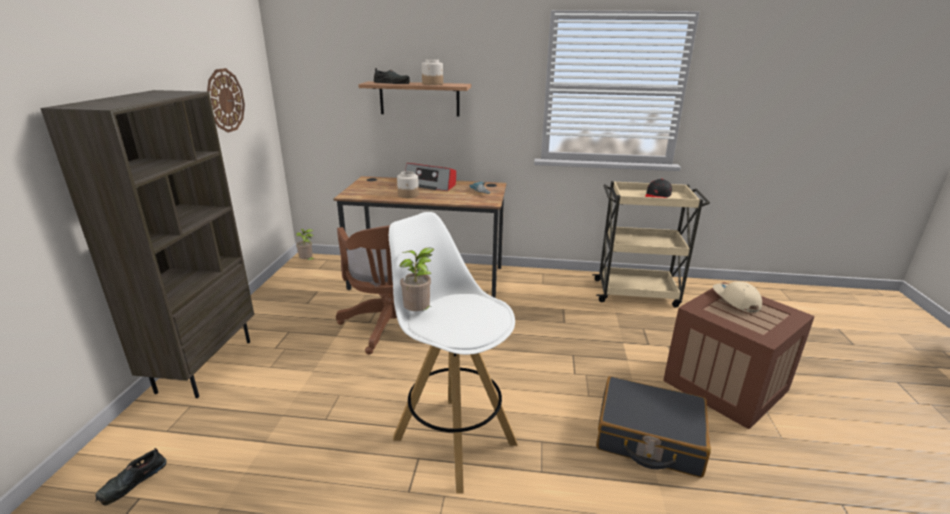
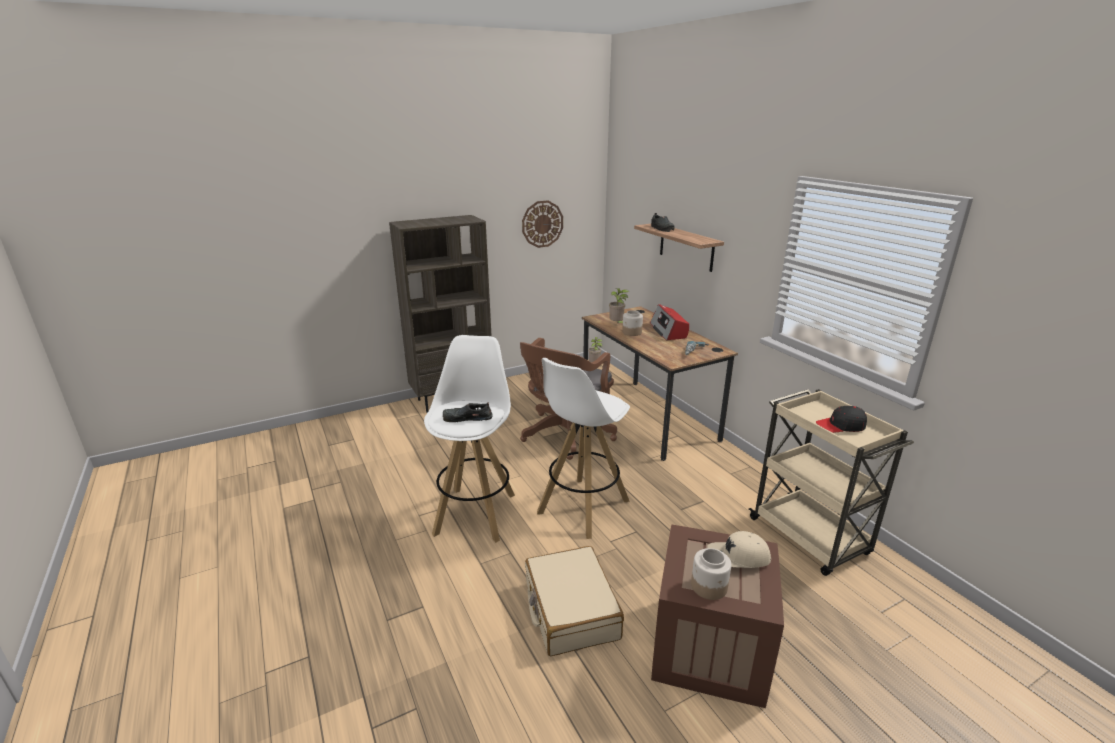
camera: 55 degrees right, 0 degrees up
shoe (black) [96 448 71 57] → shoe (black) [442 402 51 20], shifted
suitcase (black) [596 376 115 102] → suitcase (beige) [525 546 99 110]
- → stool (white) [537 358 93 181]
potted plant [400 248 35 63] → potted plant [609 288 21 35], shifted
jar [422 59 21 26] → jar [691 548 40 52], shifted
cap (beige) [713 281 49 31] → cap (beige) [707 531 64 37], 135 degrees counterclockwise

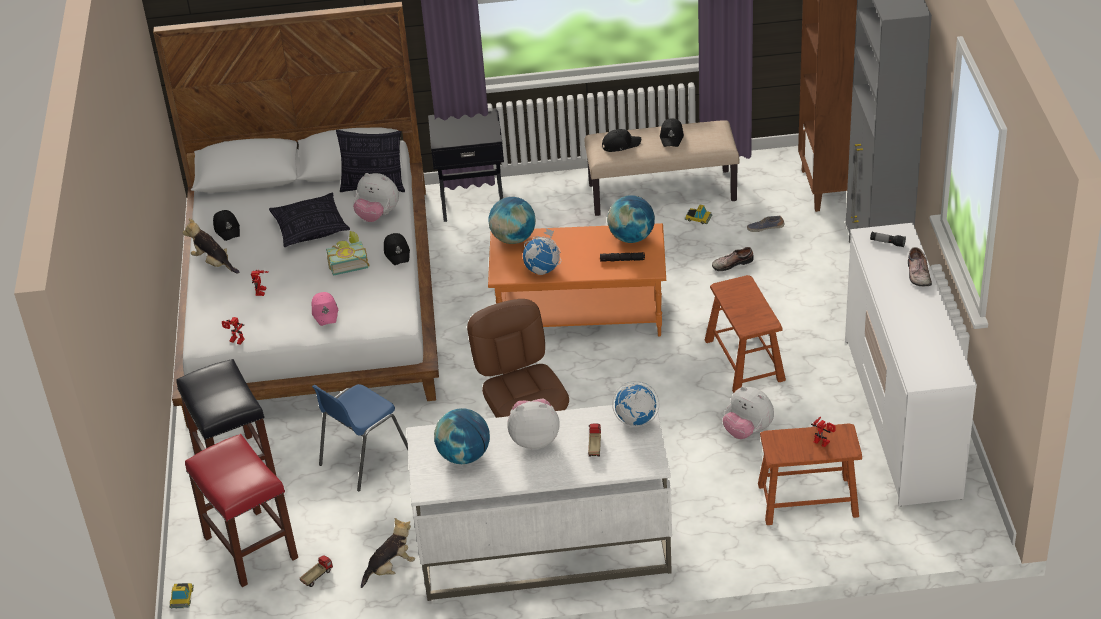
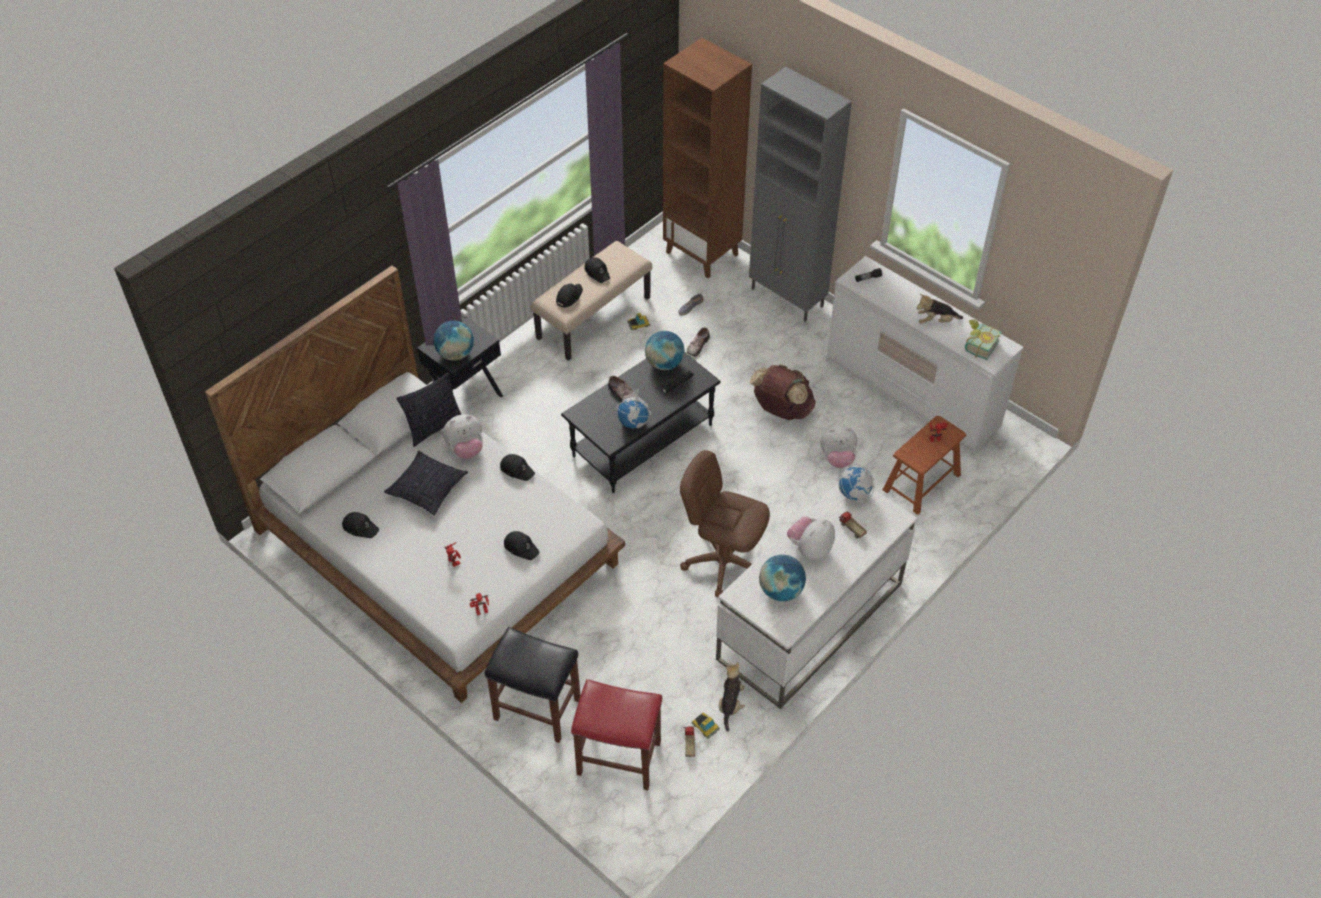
camera: 45 degrees left, 10 degrees up
globe [488 197 48 47] → globe [433 321 41 40], shifted
cap (pink) [312 292 26 34] → cap (black) [504 531 36 29]
coffee table (orange) [488 223 178 114] → coffee table (black) [561 352 160 141]
shoe [908 247 24 39] → shoe [608 376 32 25], shifted
toy car [169 583 25 25] → toy car [691 712 29 27], shifted
stool (brown) [705 275 81 118] → backpack (brown) [750 365 66 55]
plush toy [183 218 56 56] → plush toy [917 294 46 30], shifted
book [326 231 44 45] → book [965 319 37 41], shifted
chair (blue) [312 384 96 107] → -

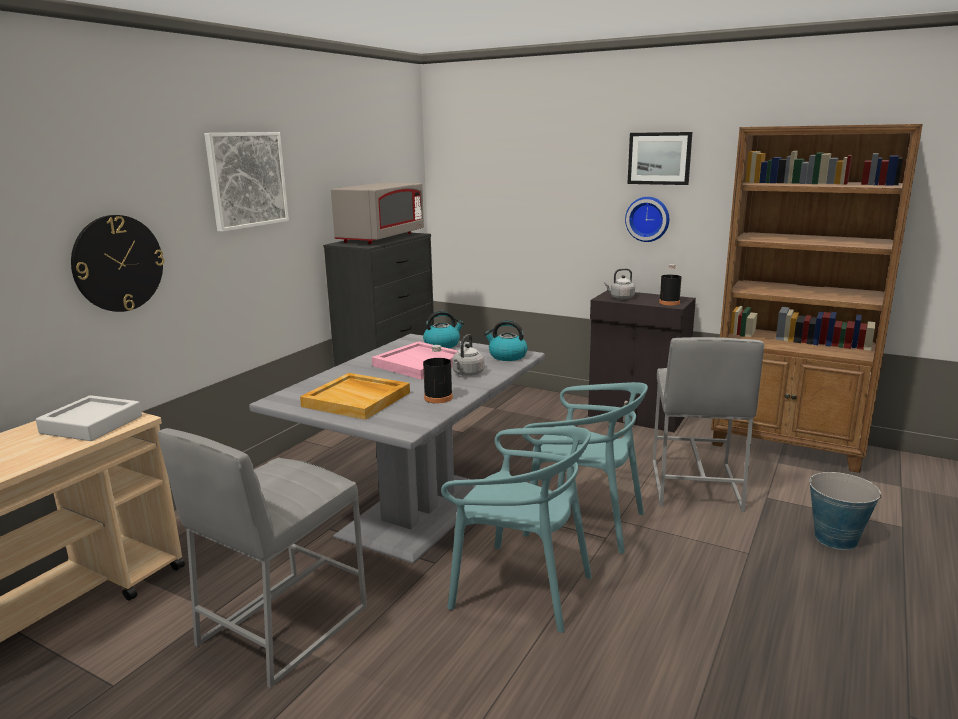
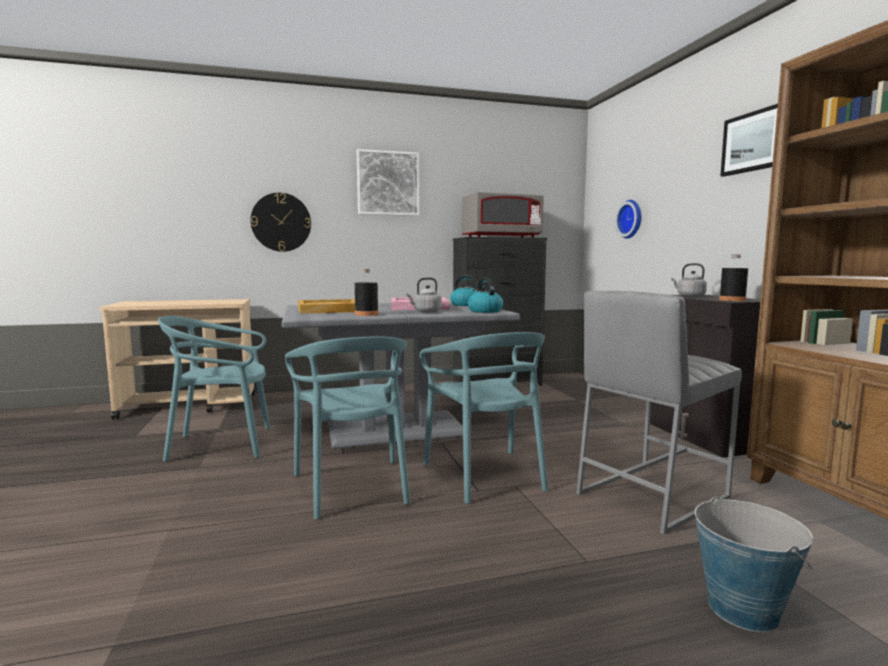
camera: 45 degrees right, 10 degrees down
stool (grey) [158 428 209 260] → chair (turquoise) [158 316 113 146]
wall clock [625 197 44 45] → wall clock [615 200 27 39], shifted
tray (grey) [36 395 106 46] → -

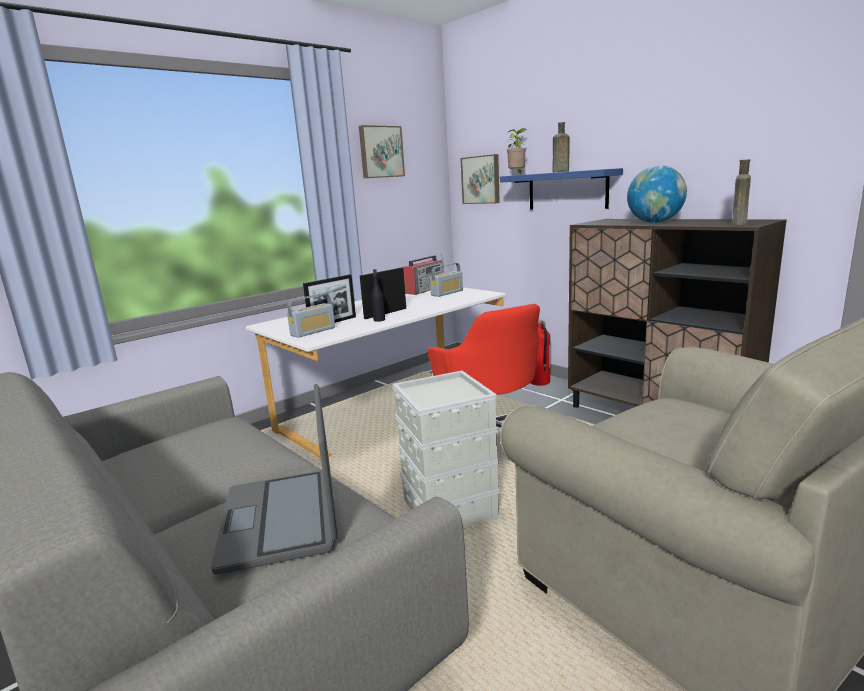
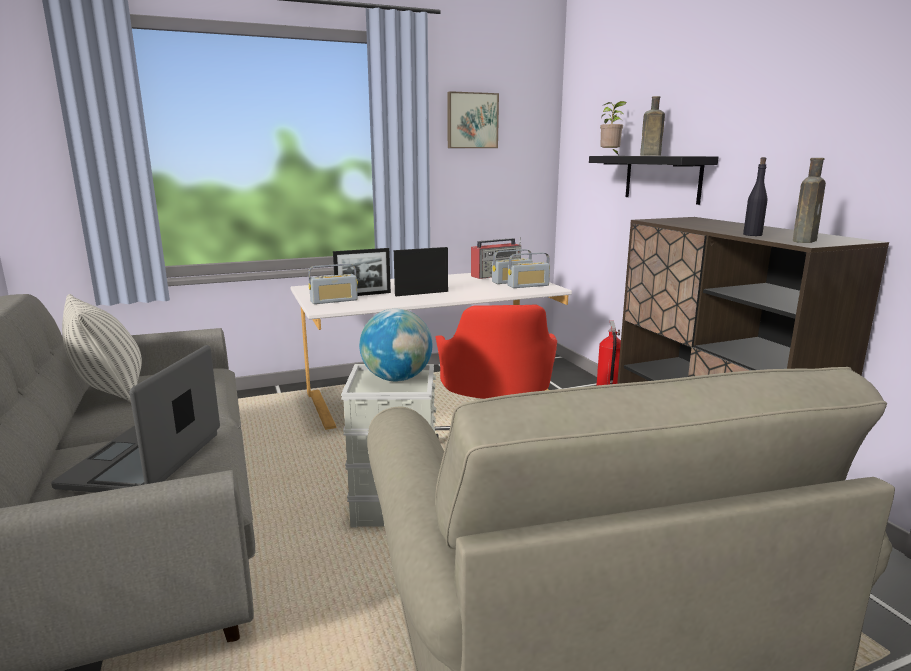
camera: 20 degrees right, 0 degrees up
- → pillow [62 294 80 109]
globe [627 165 60 58] → globe [359 309 73 72], shifted
- → radio [508 252 42 36]
shelf (blue) [500 168 123 42] → shelf (black) [589 156 130 49]
bottle (black) [371 269 14 53] → bottle (black) [743 157 24 79], shifted
picture [460 154 40 50] → -

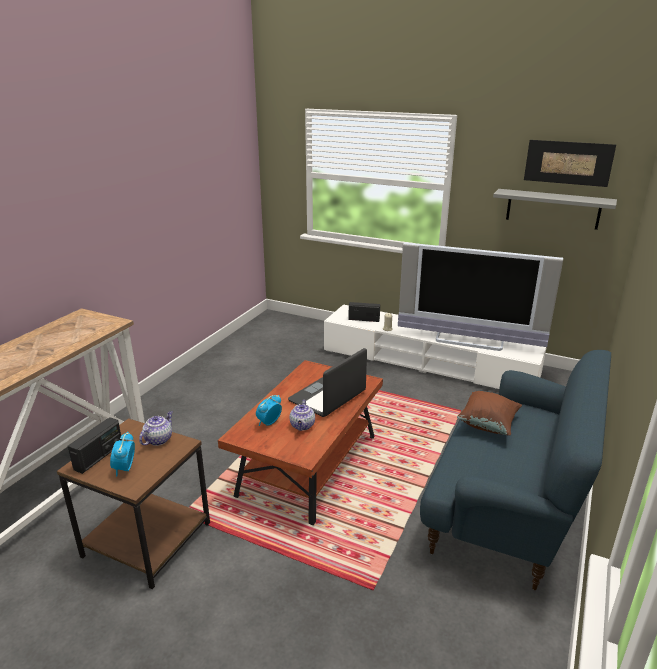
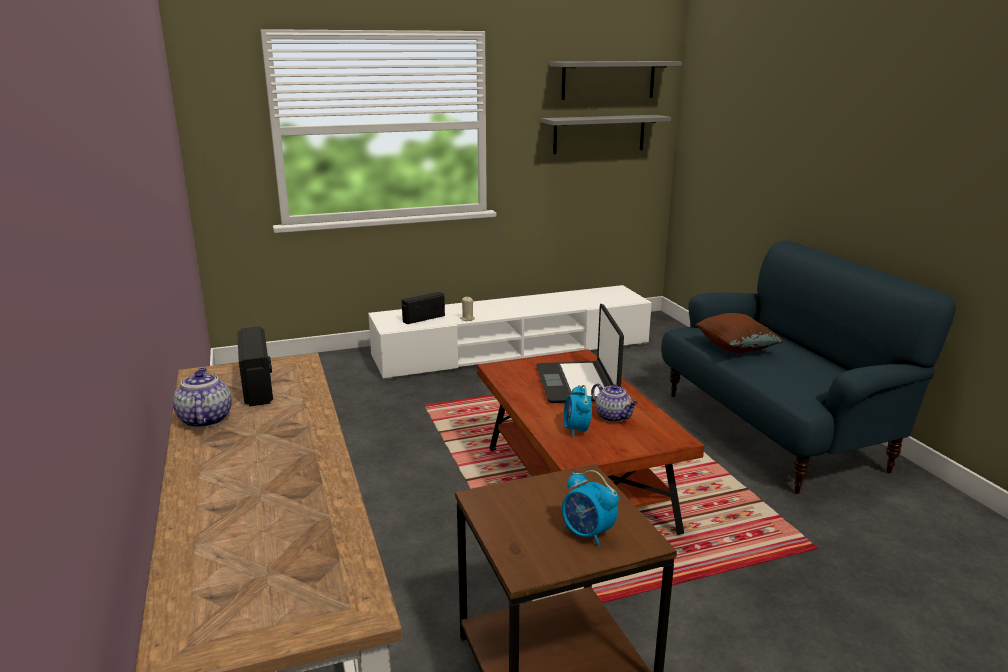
camera: 45 degrees left, 5 degrees down
teapot [139 411 34 35] → teapot [173 368 59 60], shifted
radio [68 417 54 57] → radio [237 326 36 80], shifted
picture [524 140 92 47] → shelf (grey) [550 61 132 39]
television [398 242 165 109] → -

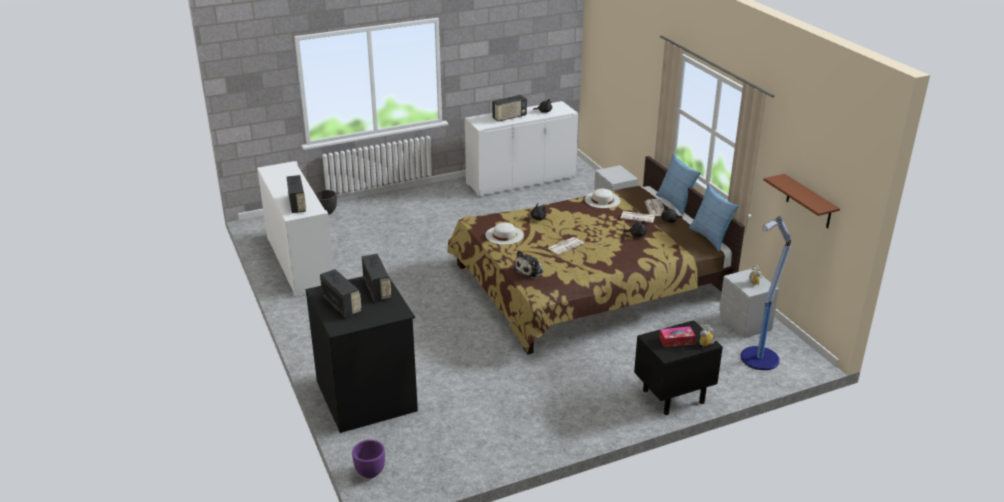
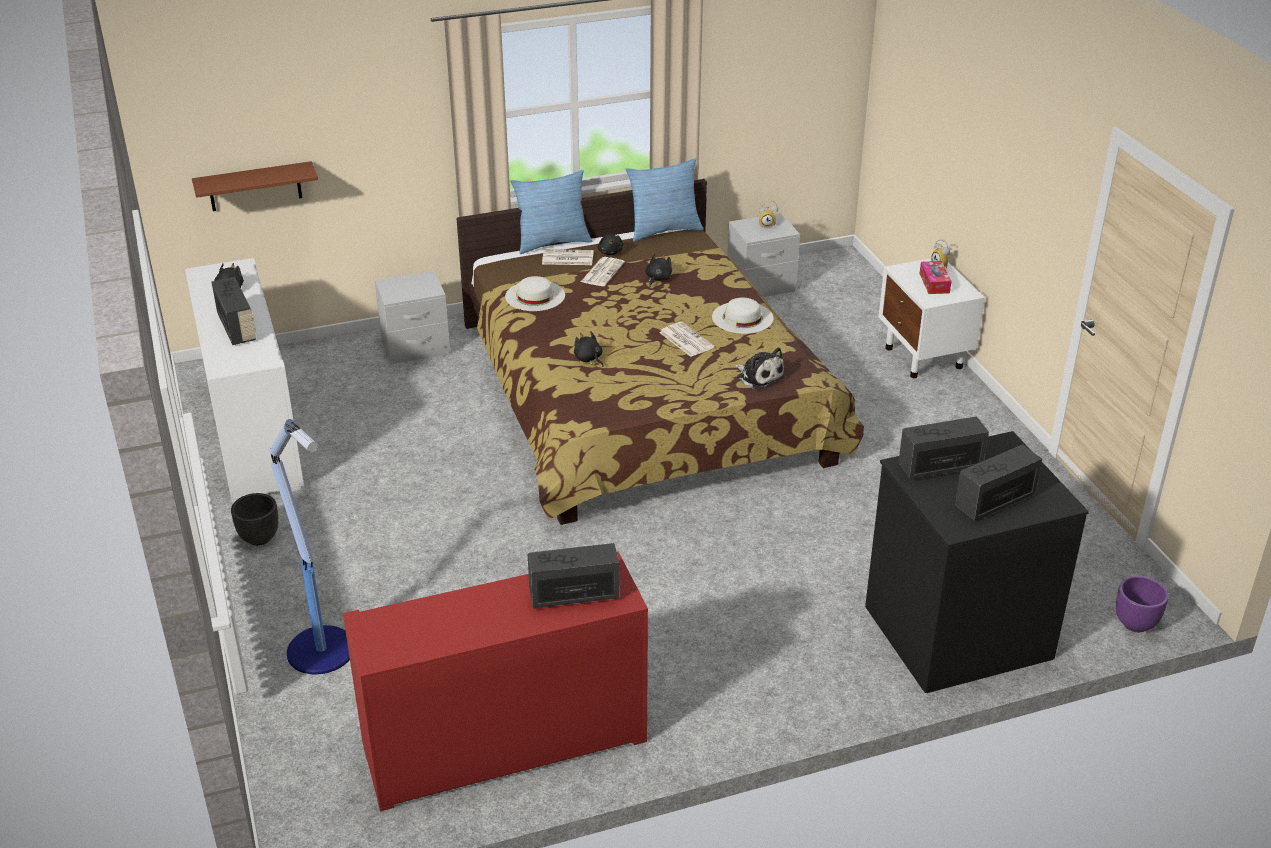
camera: 85 degrees left, 5 degrees up
shelf (brown) [764 174 76 54] → shelf (brown) [192 161 126 50], shifted
planter (black) [315 190 22 25] → planter (black) [231 493 47 53], shifted
floor lamp [740 216 51 154] → floor lamp [270 419 80 255], shifted
cabinet (white) [257 161 77 136] → cabinet (red) [343 552 305 259]
hat (white) [485 223 39 22] → hat (white) [712 298 62 36], shifted
nightstand (black) [634 320 89 95] → nightstand (white) [879 258 106 120]

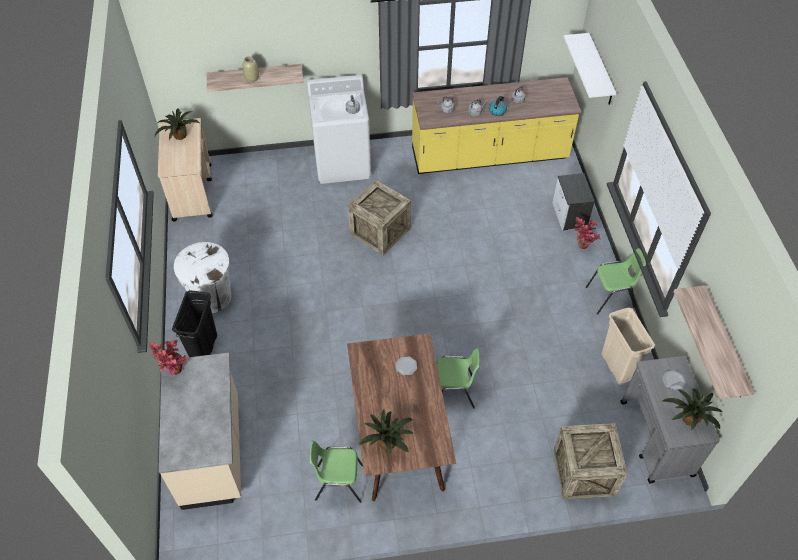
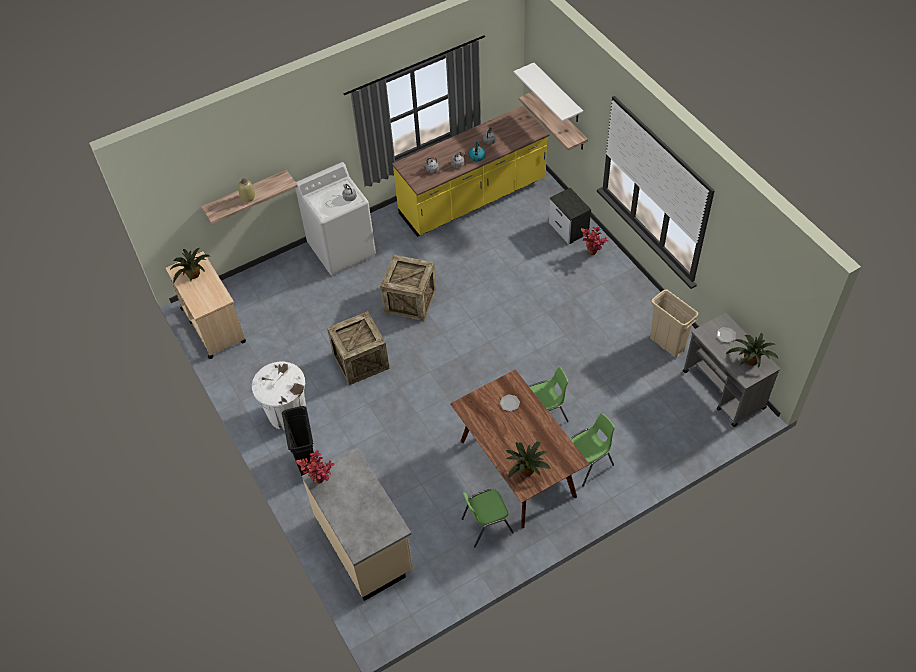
camera: 20 degrees left, 0 degrees up
crate [553 423 74 76] → crate [327 311 63 74], shifted
shelf [673 285 82 114] → shelf [519 92 69 58], shifted
chair (green) [586 248 60 66] → chair (green) [570 413 45 74], shifted

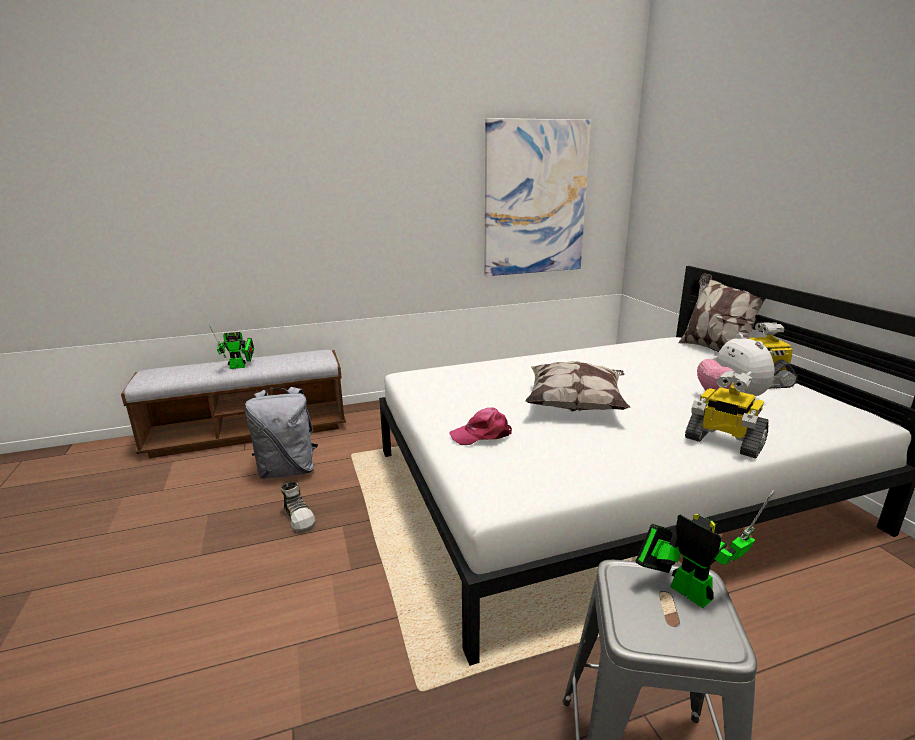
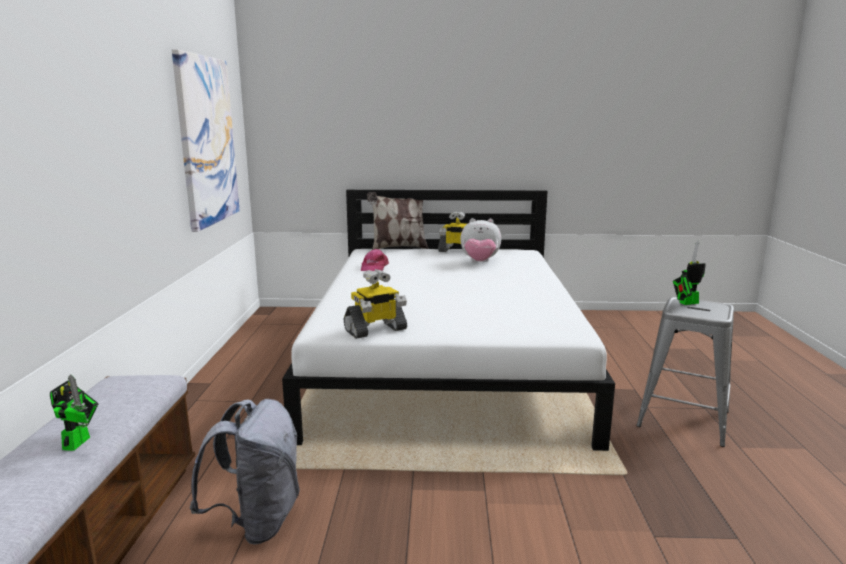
camera: 70 degrees left, 5 degrees down
toy robot [685 371 84 87] → toy robot [344 269 63 70], shifted
cap (pink) [449 407 63 38] → cap (pink) [361 249 28 22], shifted
shoe [281 482 35 51] → -
pillow [525 361 105 51] → -

